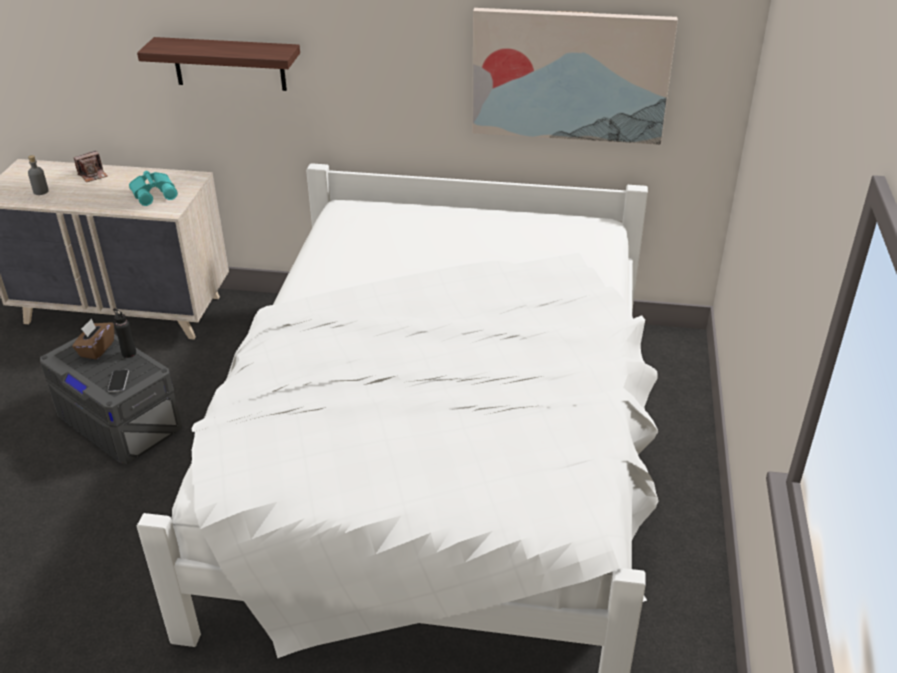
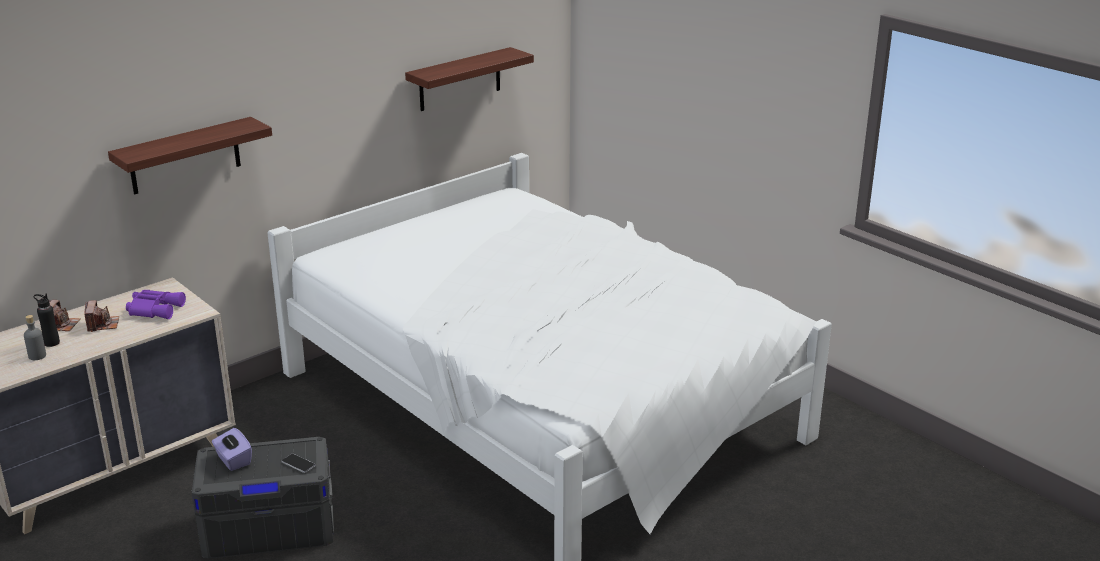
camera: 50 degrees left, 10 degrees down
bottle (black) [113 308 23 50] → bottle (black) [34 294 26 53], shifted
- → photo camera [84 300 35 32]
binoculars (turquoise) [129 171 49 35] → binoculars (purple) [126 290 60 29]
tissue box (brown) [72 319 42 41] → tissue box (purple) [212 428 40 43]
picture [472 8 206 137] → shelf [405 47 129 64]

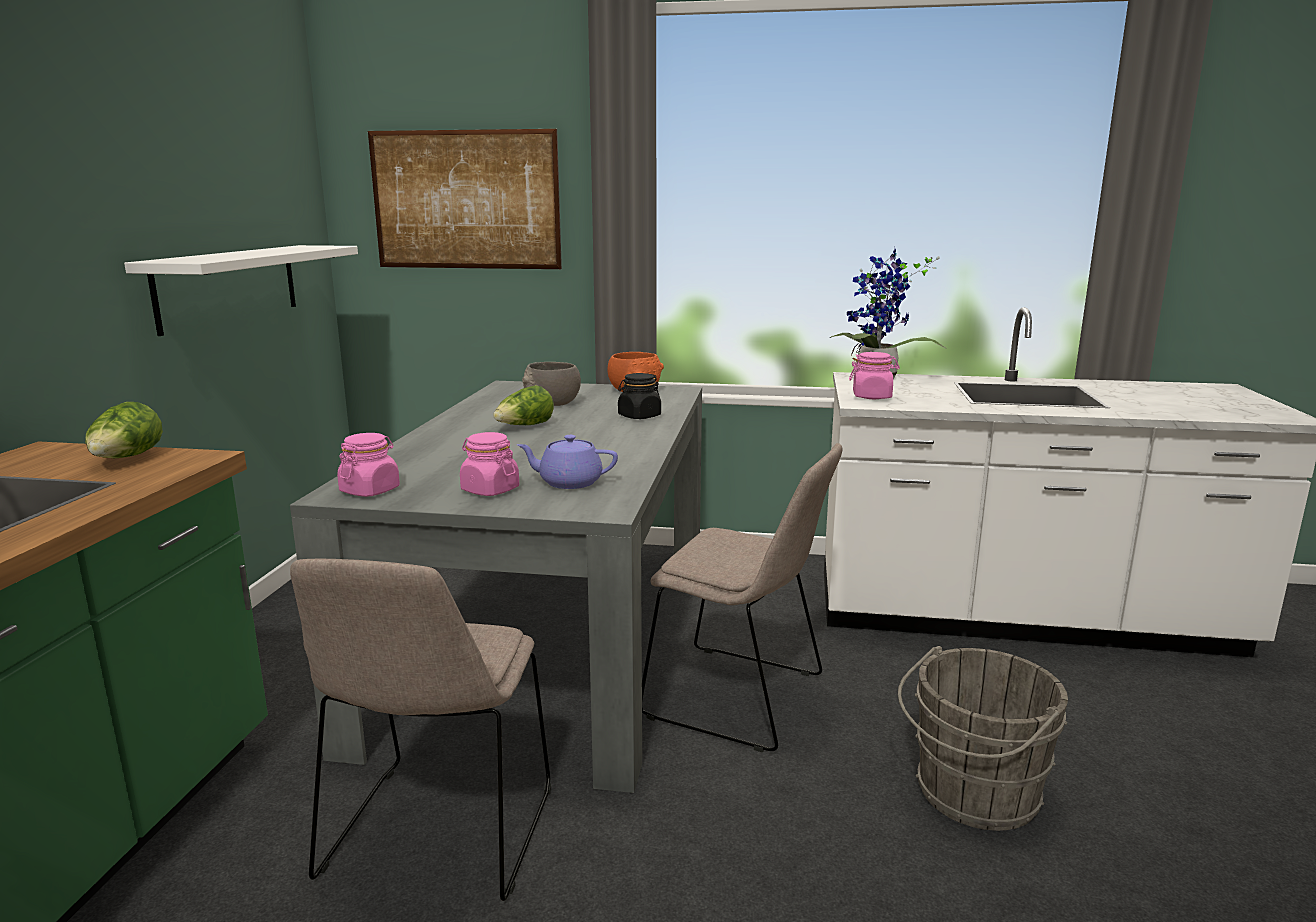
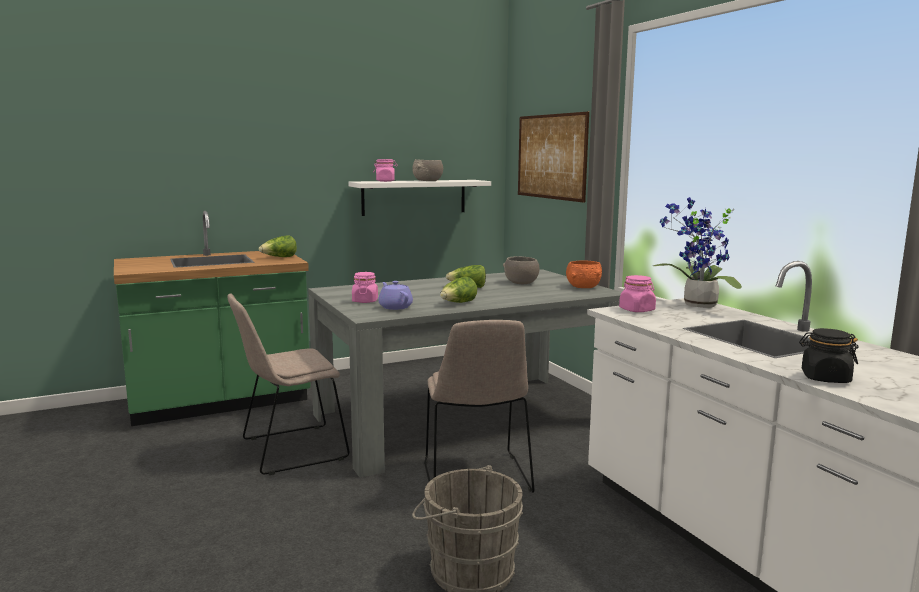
camera: 55 degrees right, 5 degrees down
jar (pink) [337 433 63 64] → jar (pink) [373 159 25 23], shifted
- → bowl (grey) [413 159 30 22]
- → lettuce [440 277 37 26]
jar (black) [618 373 43 46] → jar (black) [799 328 60 55], shifted

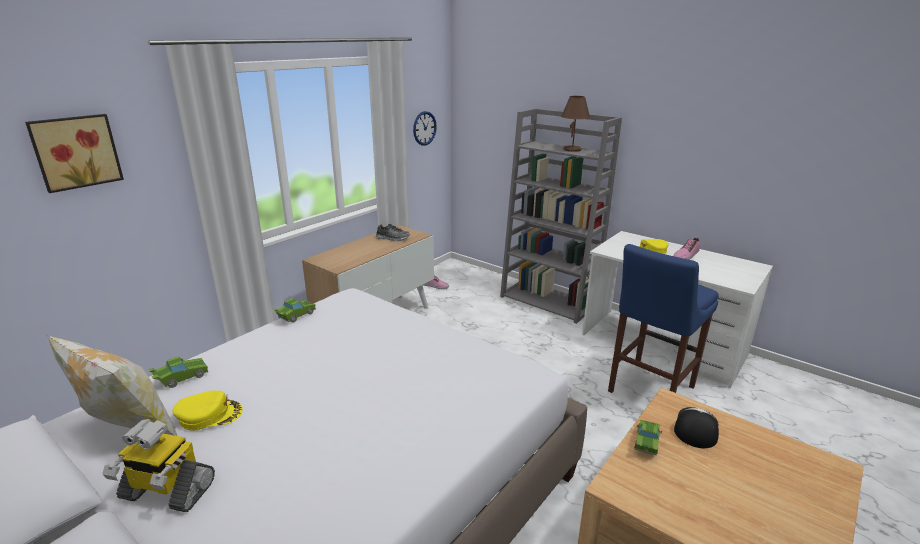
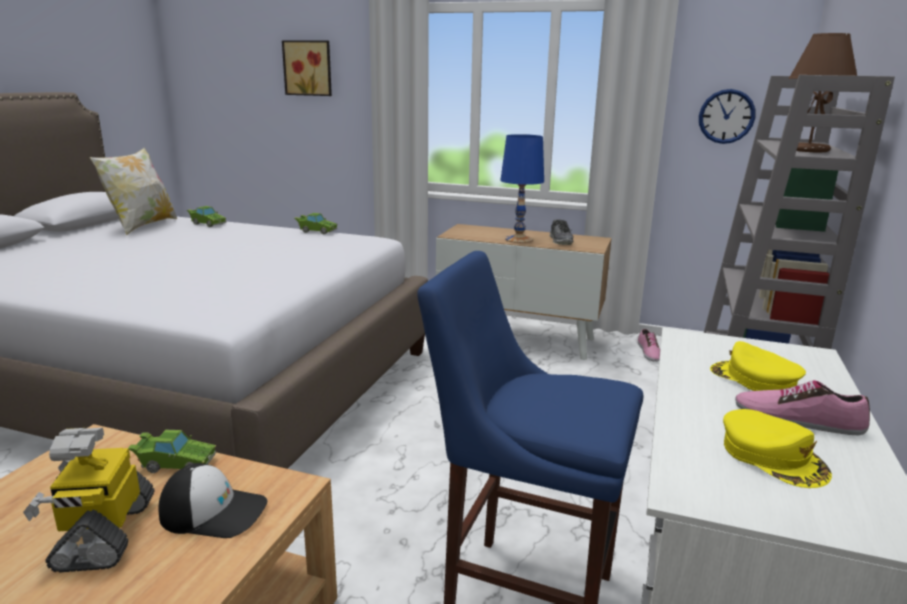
camera: 70 degrees right, 5 degrees down
toy robot [102 419 113 93] → toy robot [24 428 130 145], shifted
- → table lamp (blue) [500 134 44 109]
cap (yellow) [172 391 70 40] → cap (yellow) [723 409 109 79], shifted

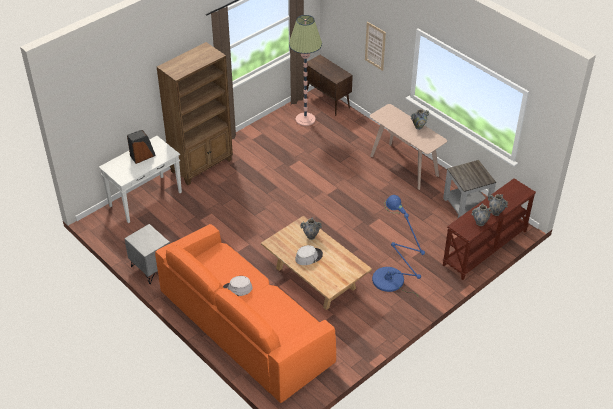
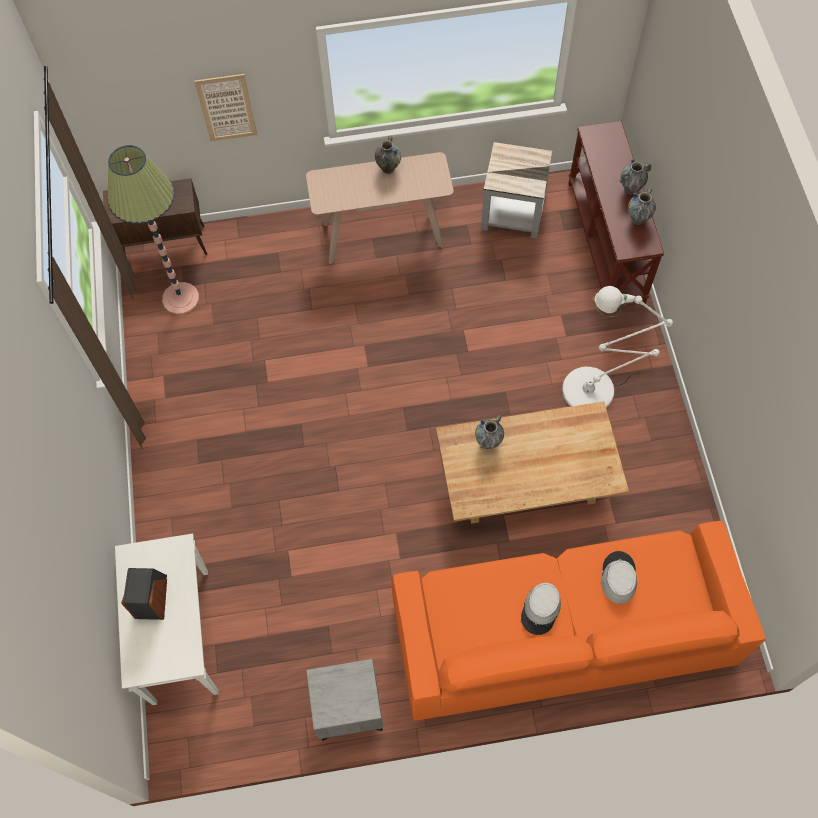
camera: 55 degrees left, 20 degrees up
floor lamp (blue) [372 195 53 101] → floor lamp (white) [562 286 111 122]
hat (grey) [295 245 28 20] → hat (grey) [601 551 36 53], shifted
bookcase (brown) [156 42 77 143] → -

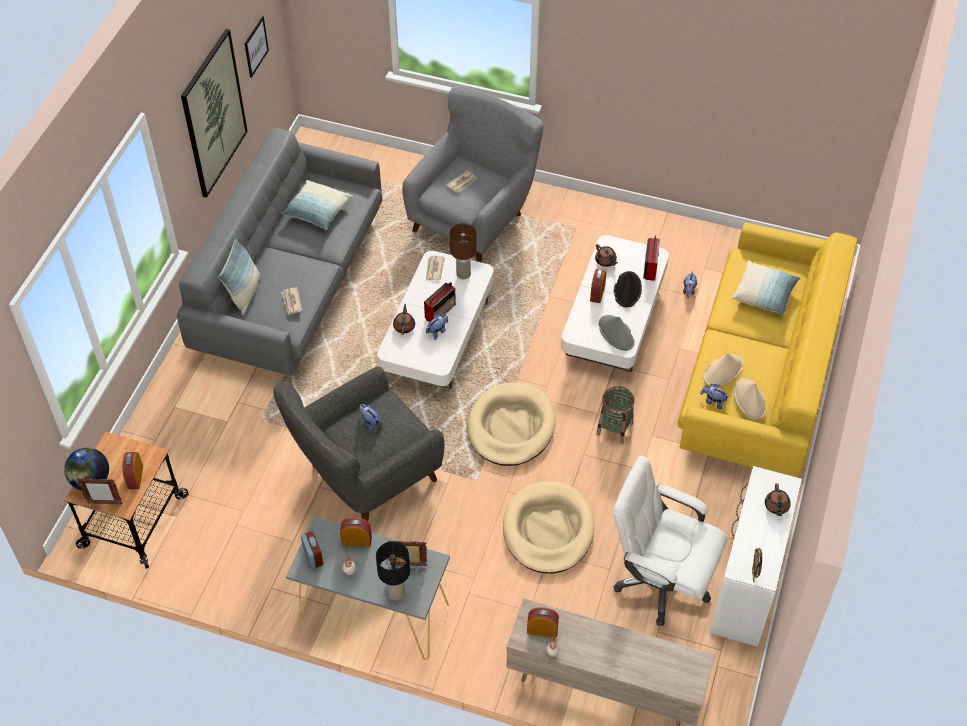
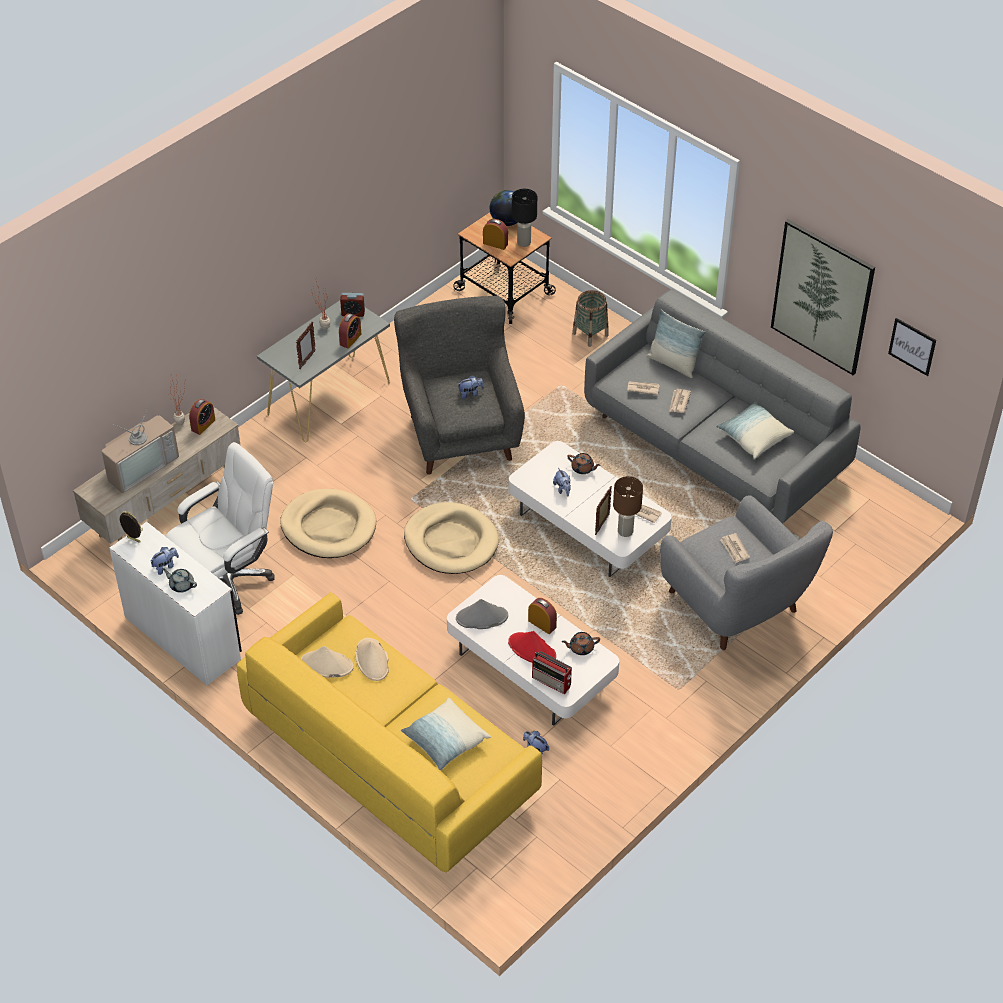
camera: 115 degrees right, 5 degrees down
- → television [101 401 78 92]
plush toy [700 384 29 25] → plush toy [150 547 29 28], shifted
teapot (brown) [765 483 26 33] → teapot (grey) [162 568 35 25]
hat (black) [614 271 28 36] → hat (red) [508 631 48 32]
table lamp (black) [376 541 34 59] → table lamp (black) [512 189 25 58], shifted
basket [596 386 38 58] → basket [572 290 37 57], shifted
picture frame [77 478 46 27] → picture frame [595 486 17 49], shifted
- → newspaper [669 389 22 24]
radio [424 282 32 40] → -

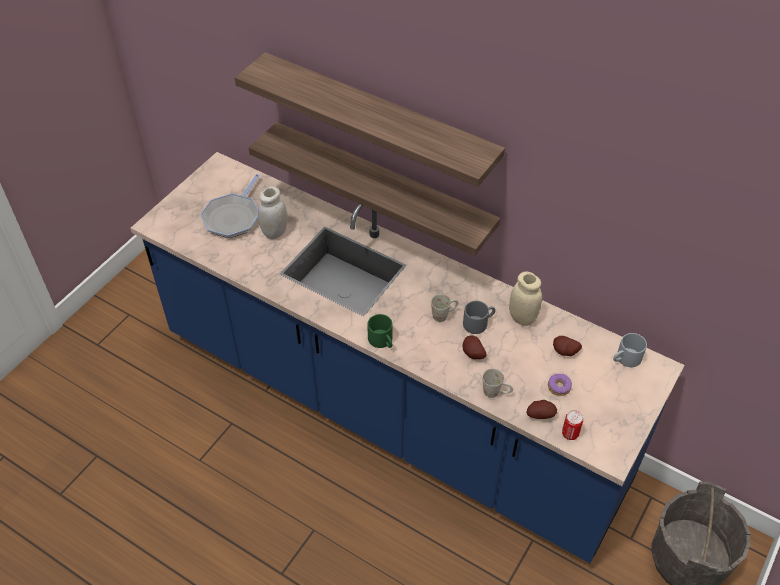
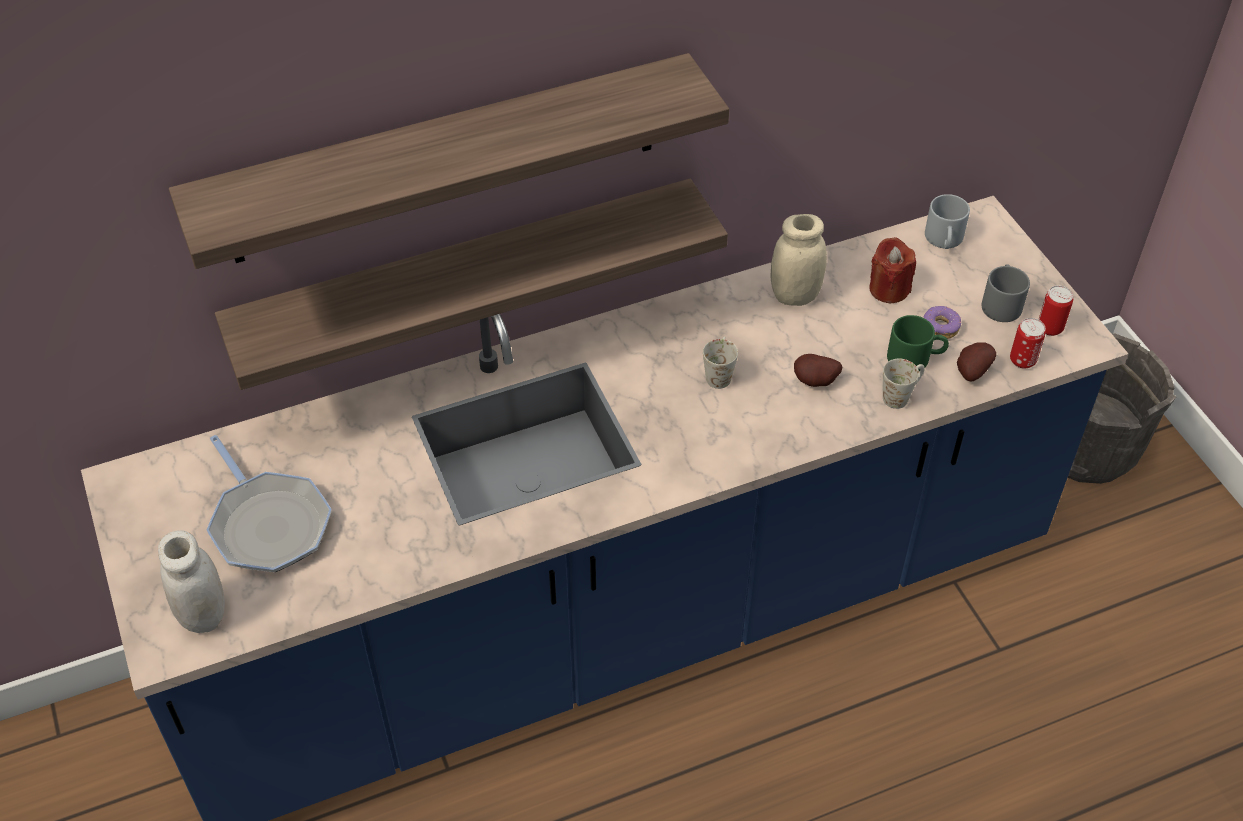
camera: 55 degrees left, 0 degrees up
jar (white) [258 186 29 53] → jar (white) [158 530 67 103], shifted
potato [553 336 29 20] → candle (red) [870 237 46 66]
mug (green) [367 314 25 34] → mug (green) [887 315 62 56], shifted
mug (grey) [463 301 32 33] → mug (grey) [982 264 48 58], shifted
- → can [1038 285 35 51]

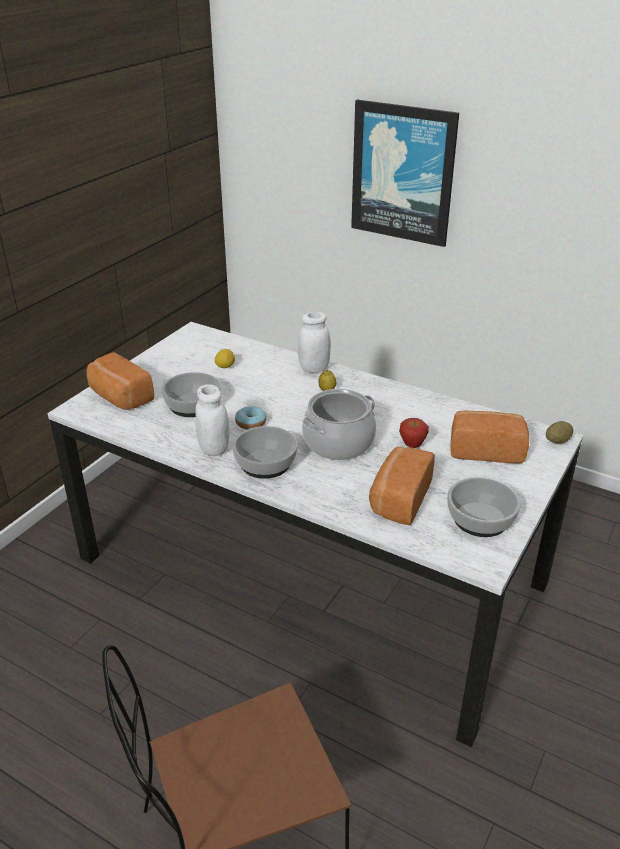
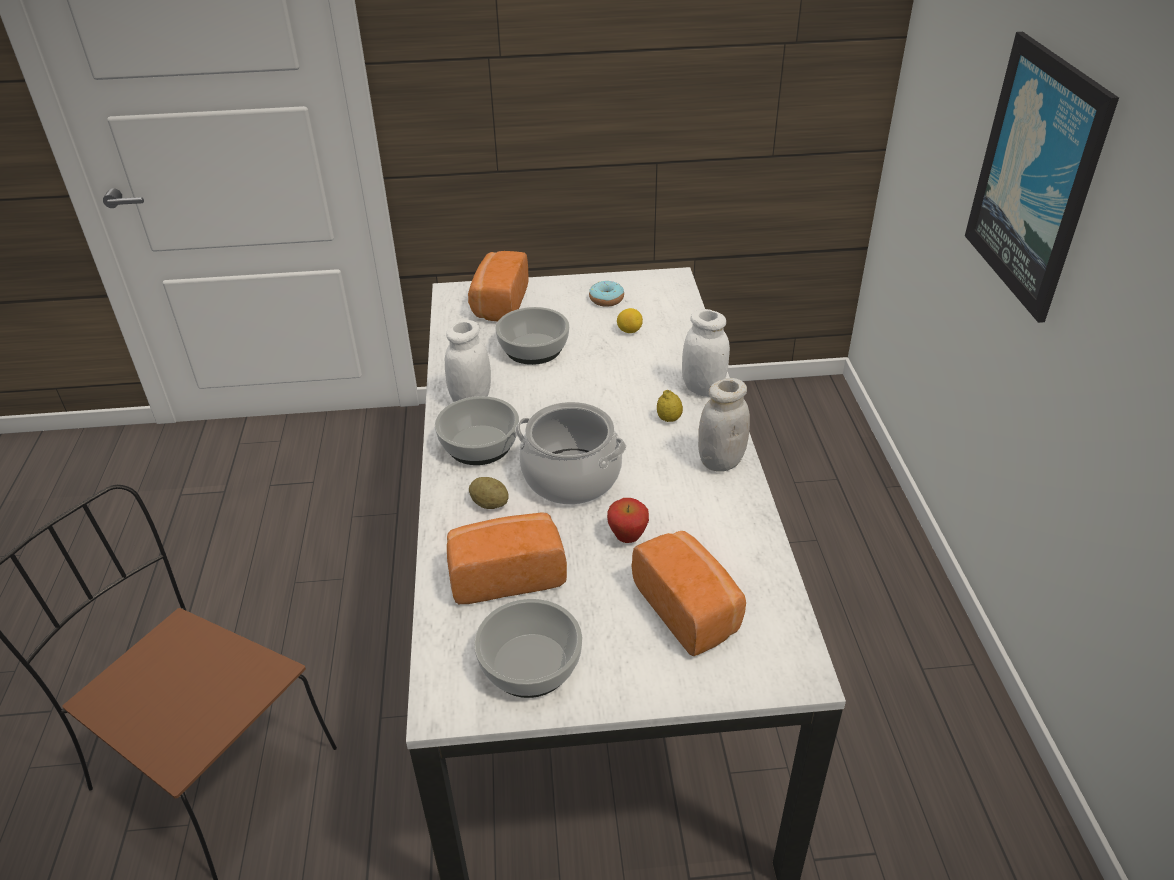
camera: 55 degrees right, 5 degrees up
potato [546 421 27 22] → potato [469 477 40 32], shifted
donut [235 406 31 24] → donut [589 281 35 26], shifted
- → jar (white) [698 378 52 94]

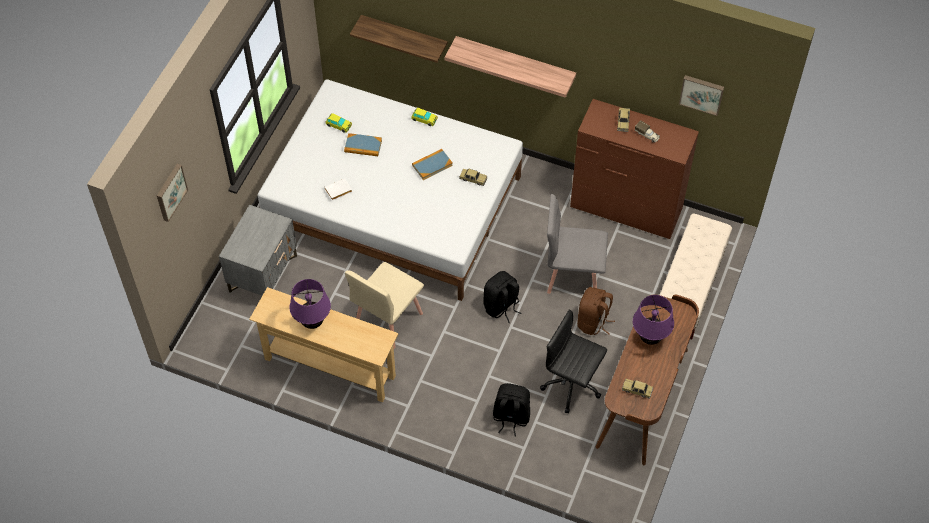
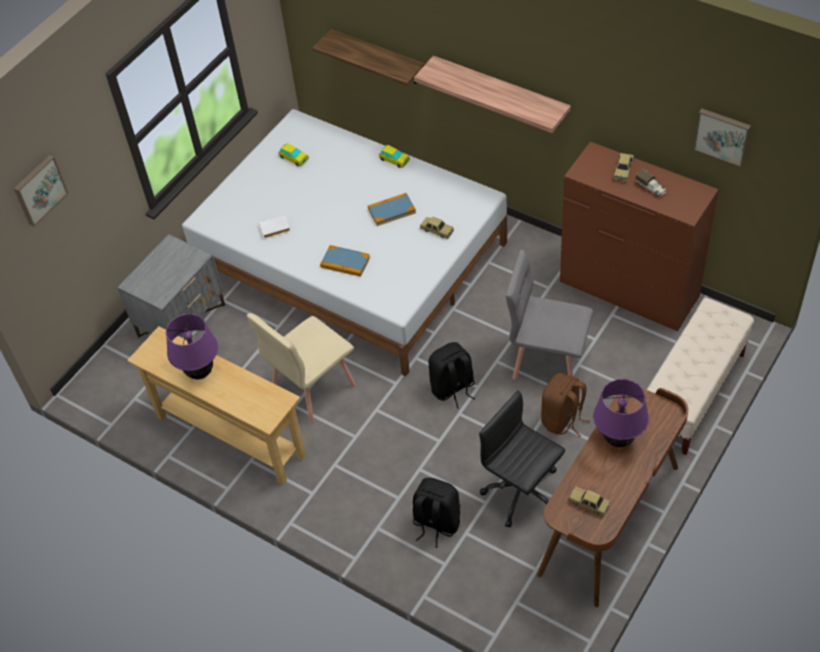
camera: 15 degrees right, 5 degrees down
book [344 133 38 23] → book [320 245 50 32], shifted

